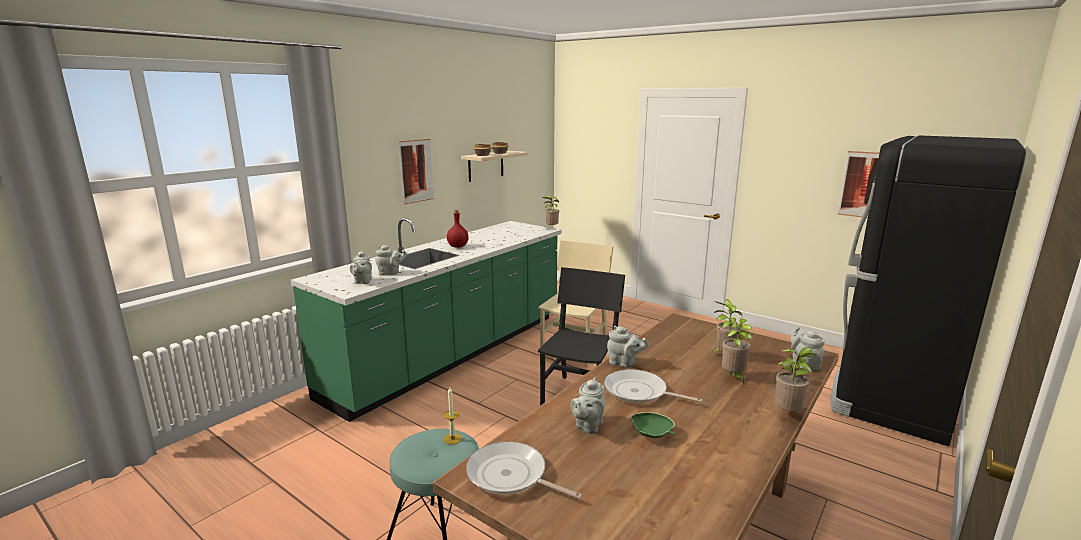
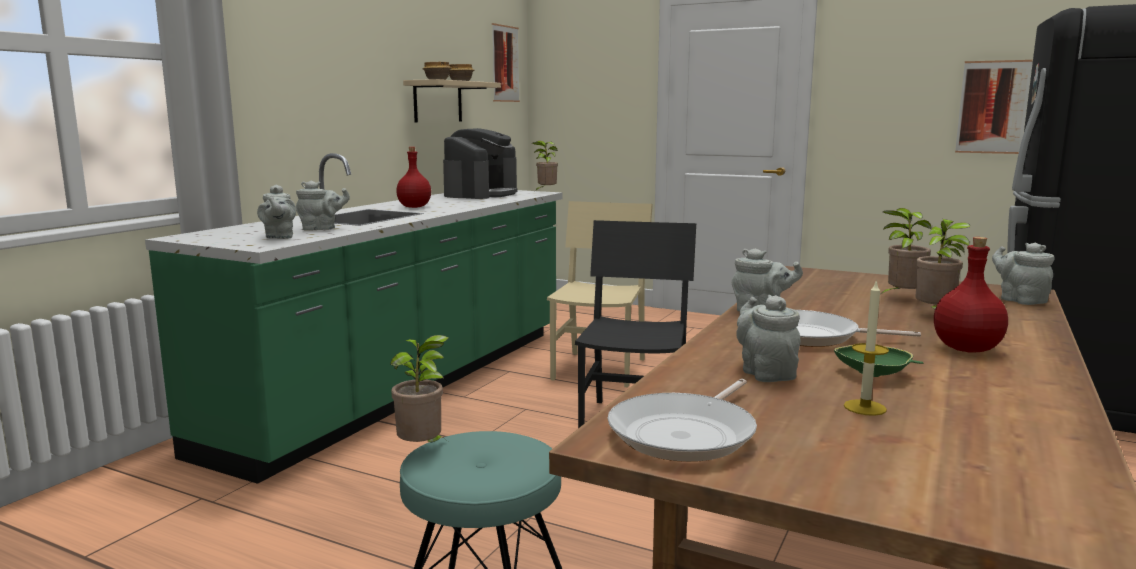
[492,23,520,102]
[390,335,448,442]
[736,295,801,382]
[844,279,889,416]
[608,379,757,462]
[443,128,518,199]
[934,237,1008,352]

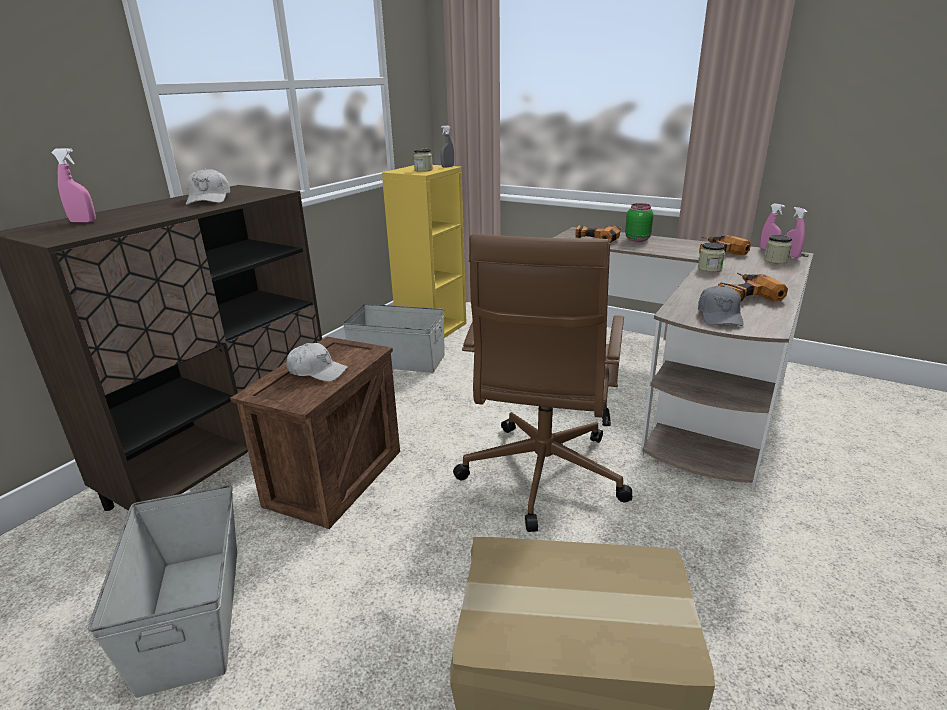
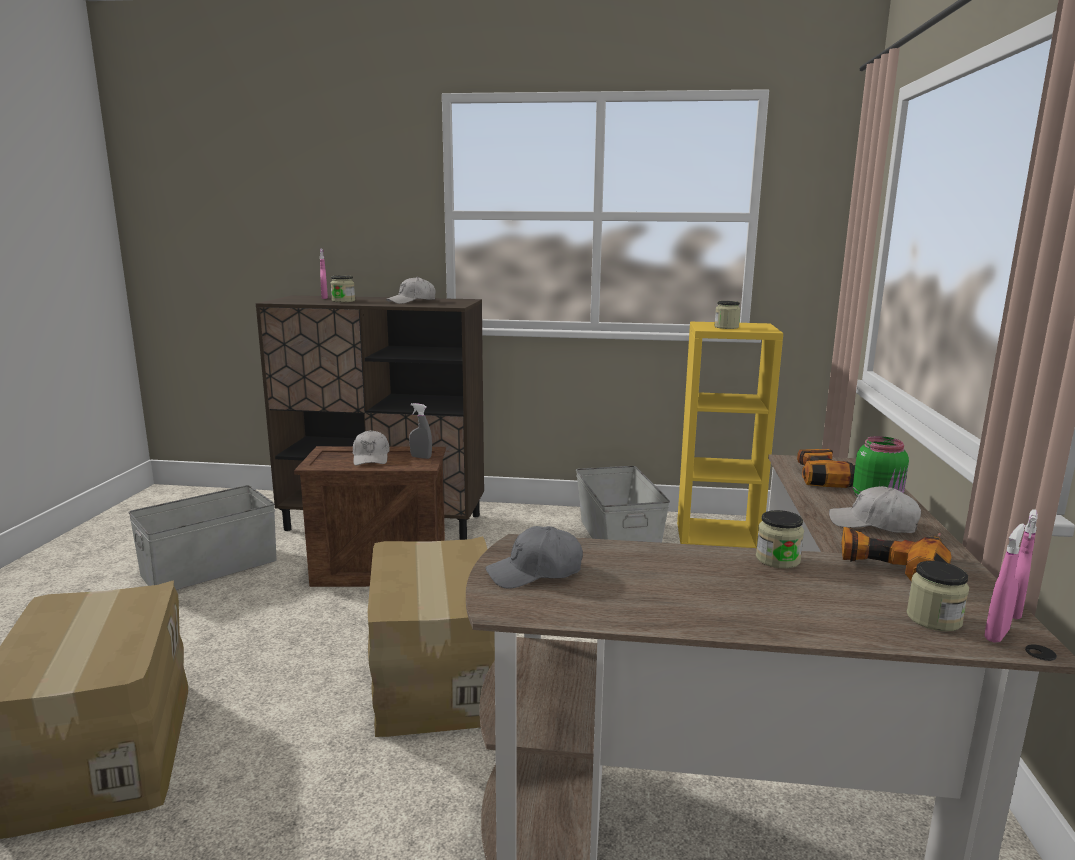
[409,403,432,459]
[368,536,495,737]
[718,273,788,302] (first image)
[330,275,355,302]
[829,486,921,533]

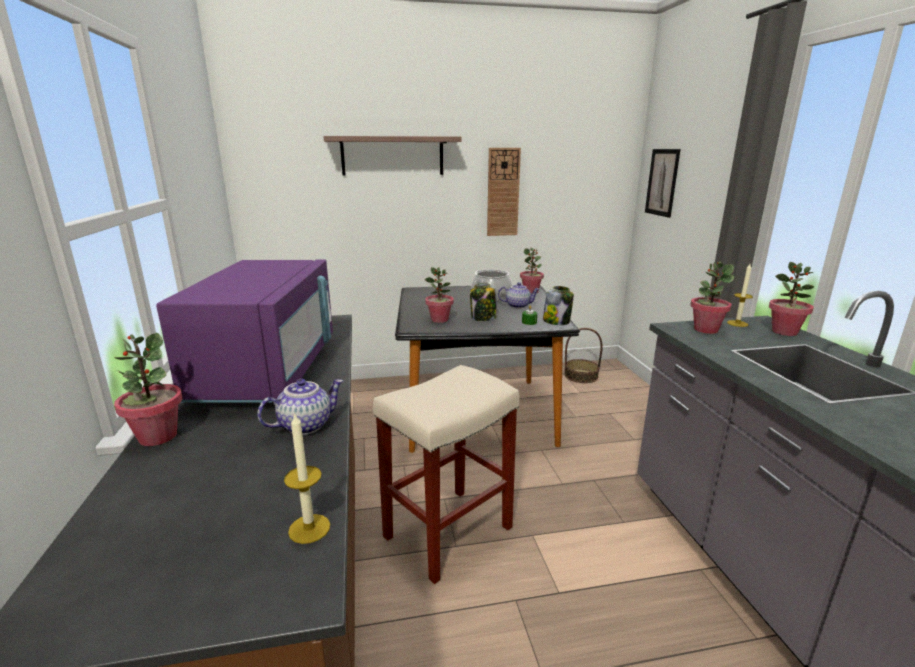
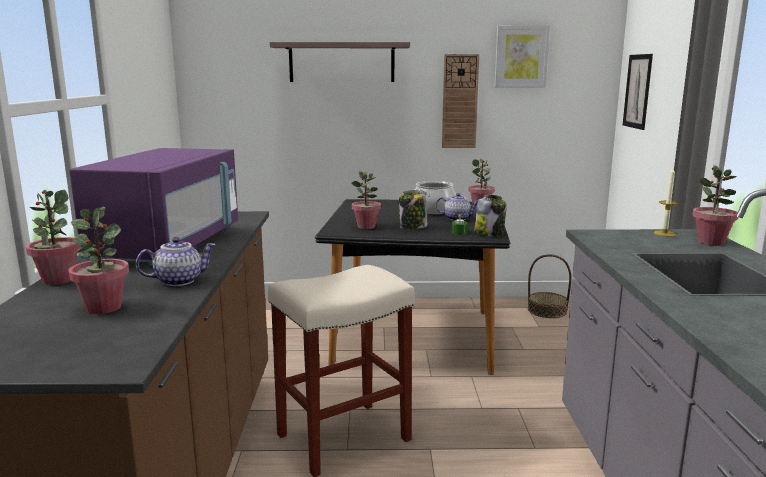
[69,207,129,314]
[284,412,330,544] (first image)
[494,26,550,87]

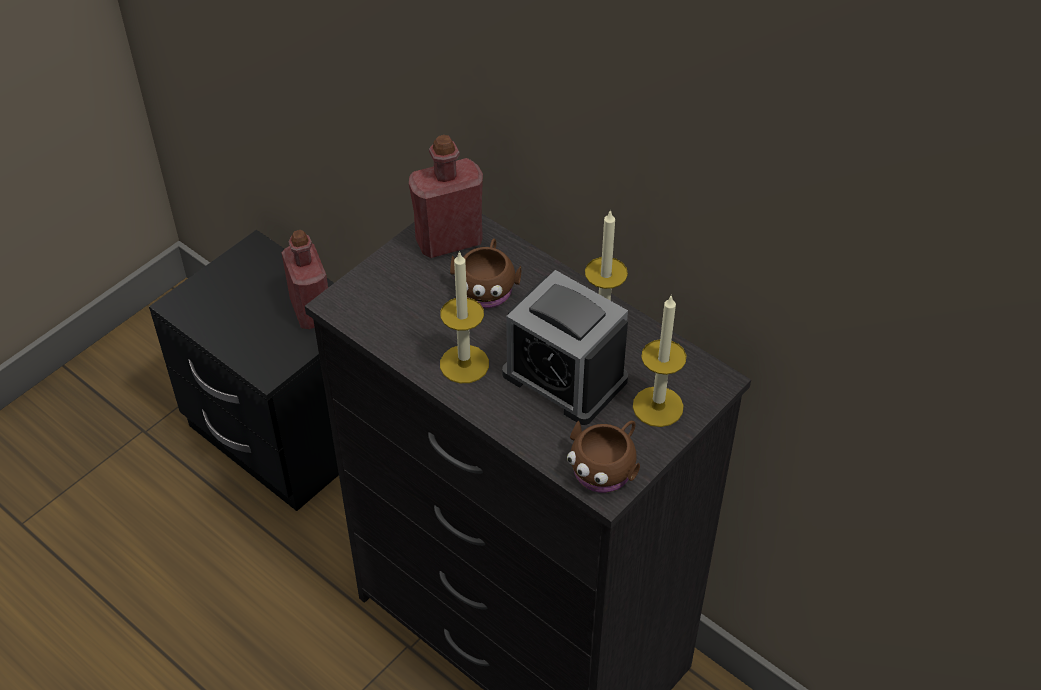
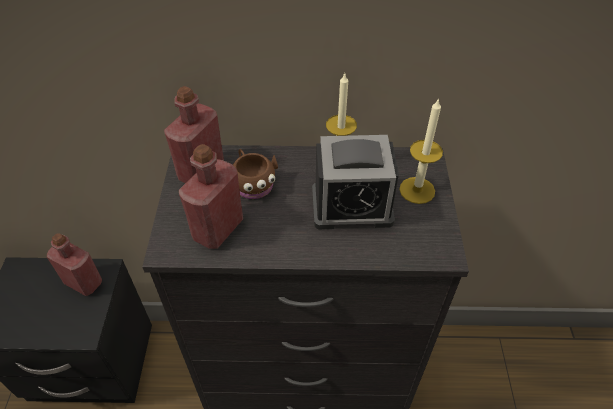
[440,251,489,383] (first image)
[567,420,640,493] (first image)
[179,144,243,249]

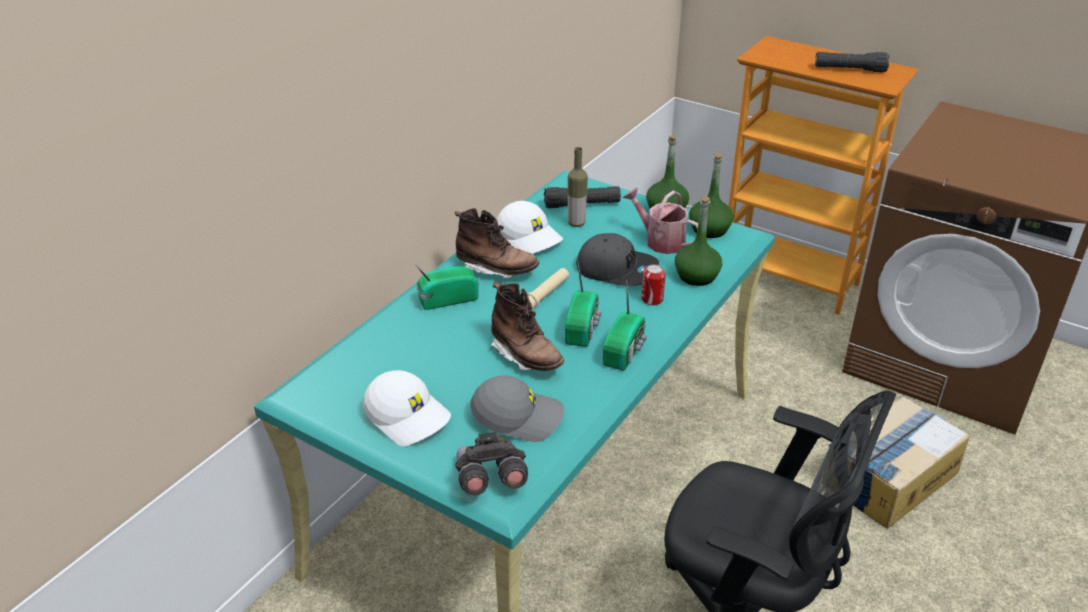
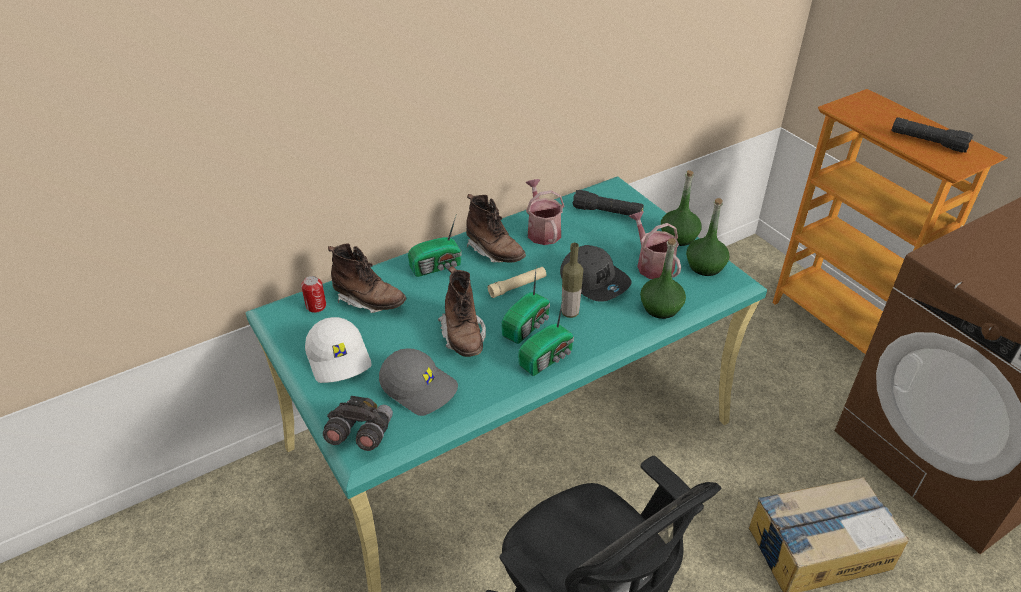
[561,243,583,318]
[525,179,564,245]
[408,214,462,277]
[301,276,326,313]
[328,243,406,313]

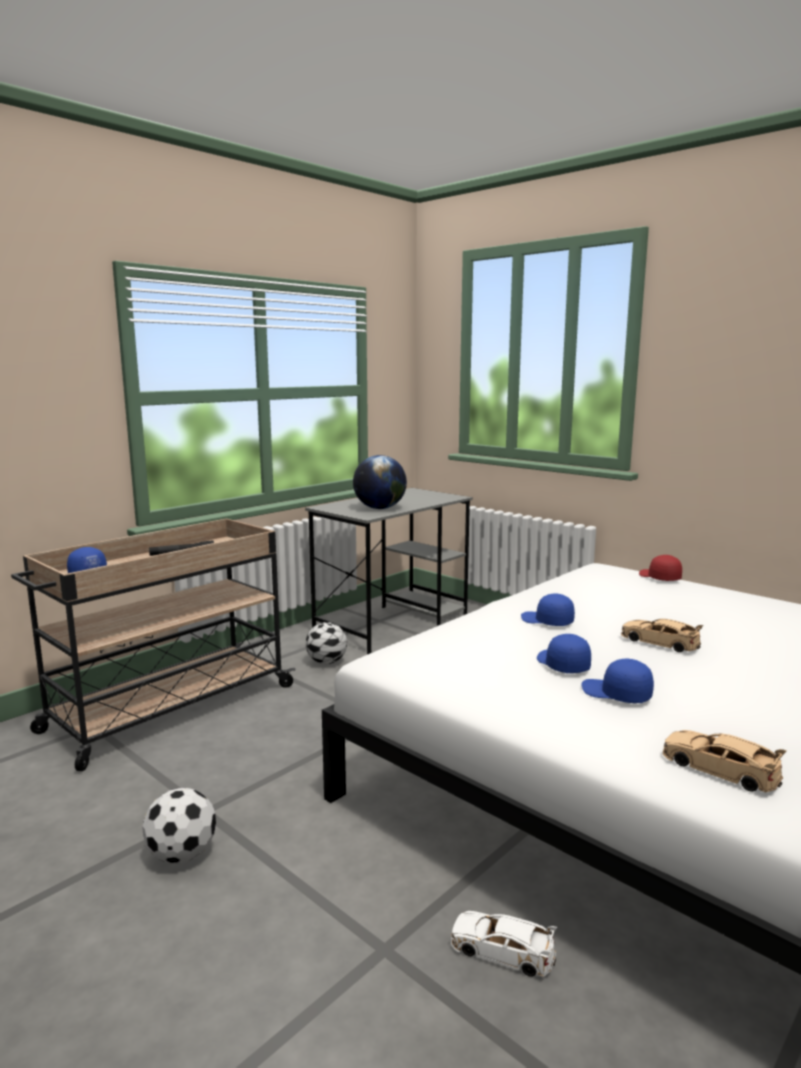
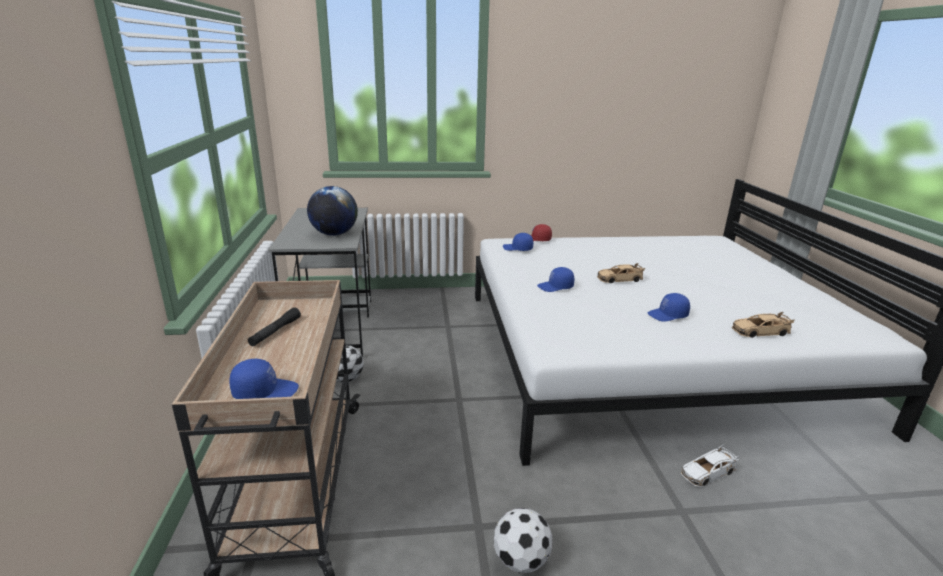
[503,233,533,251]

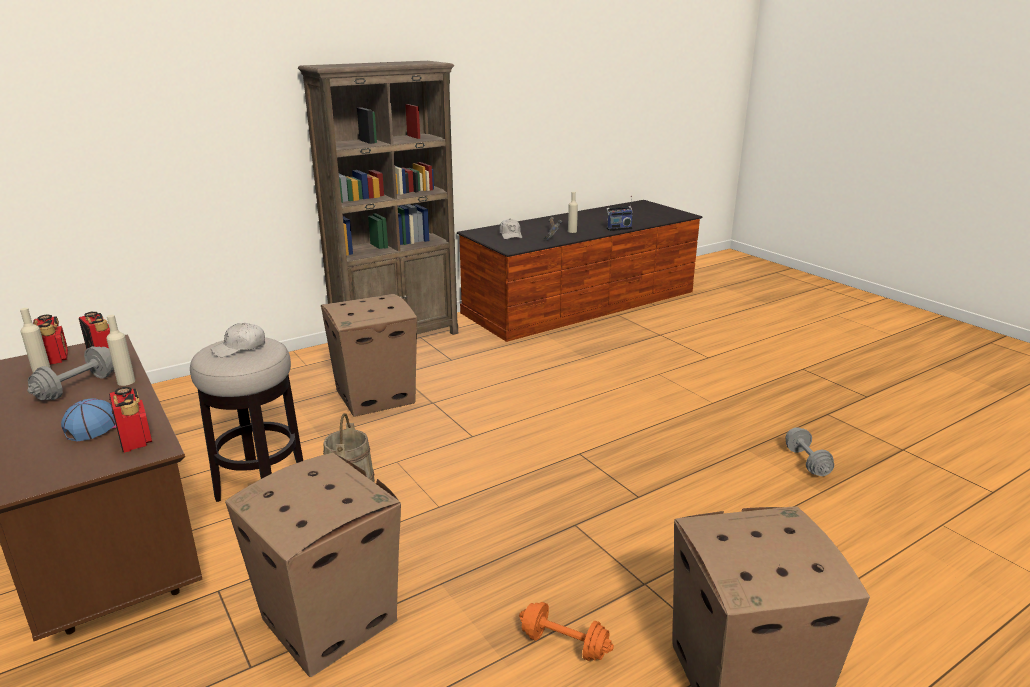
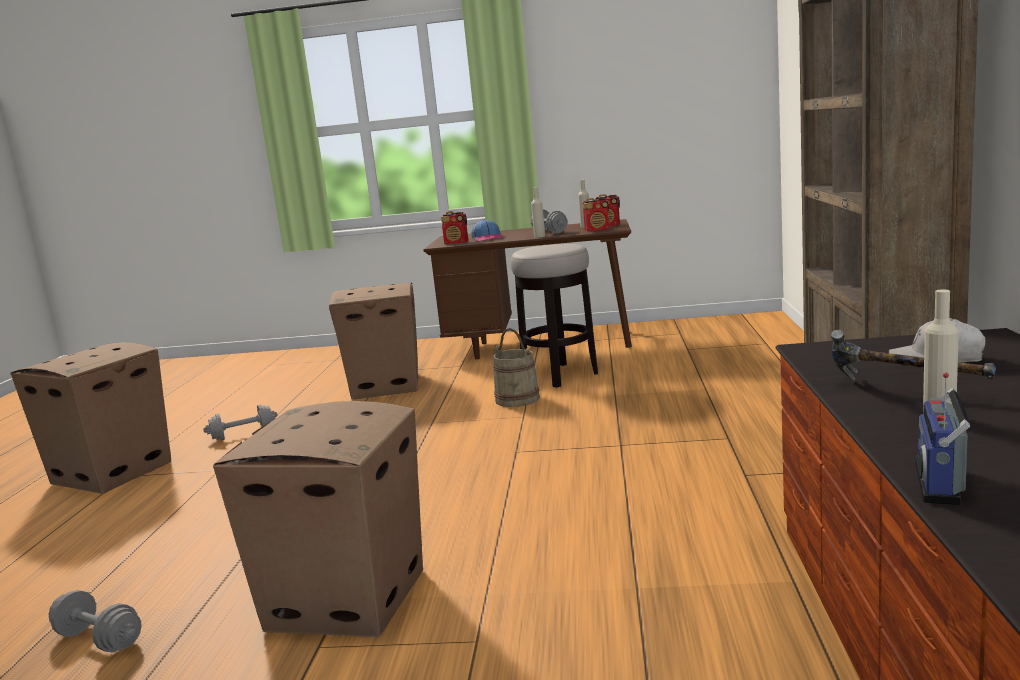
[213,401,423,637]
[211,323,265,357] (first image)
[203,404,277,441]

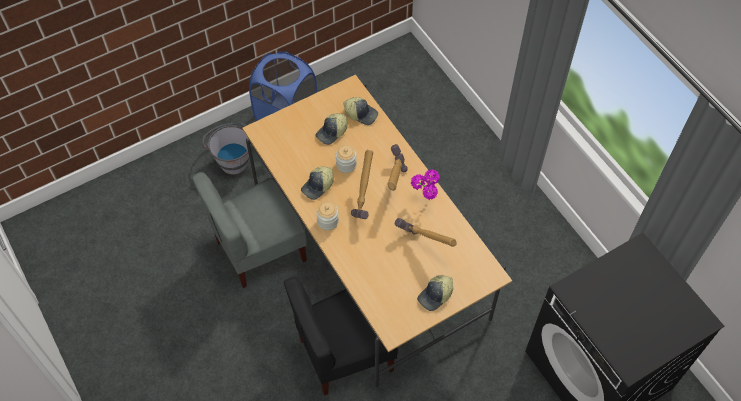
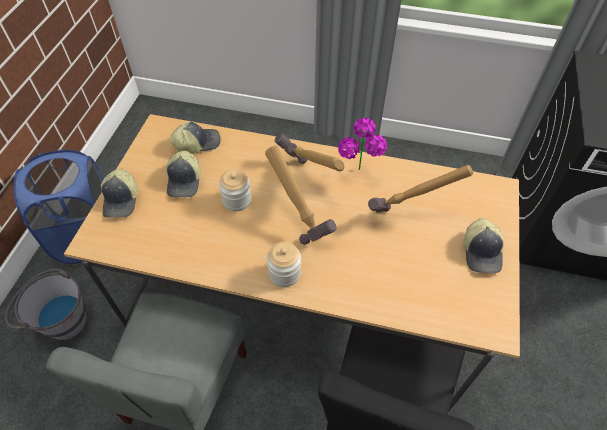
[101,169,138,217]

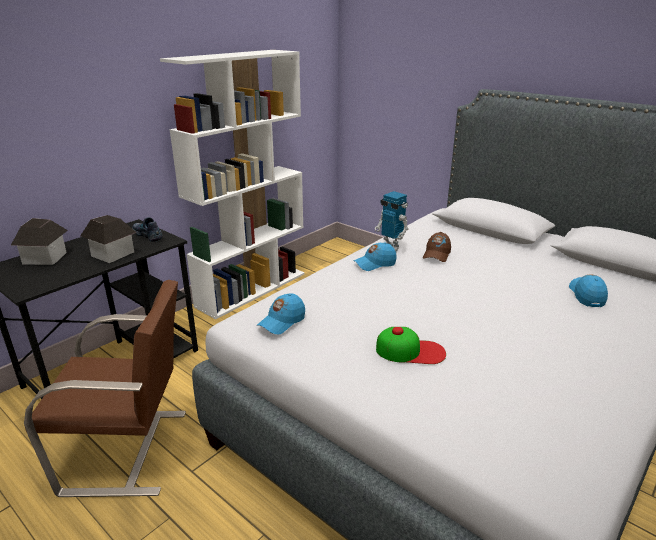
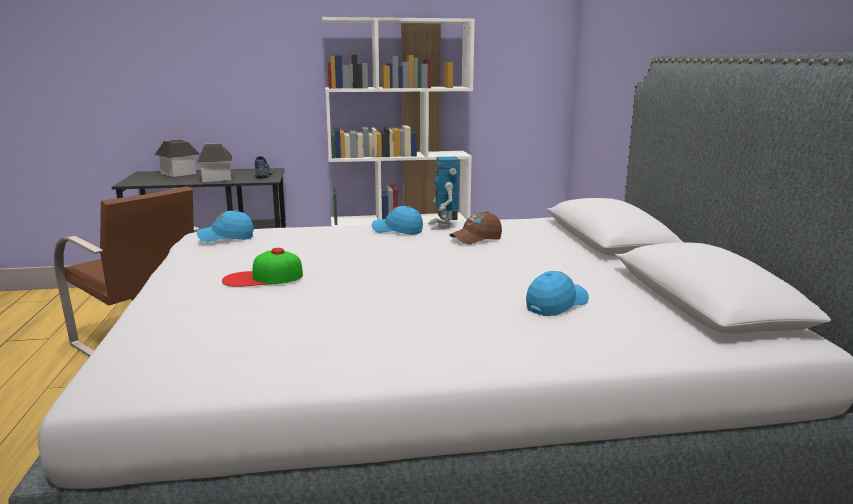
[222,248,303,287]

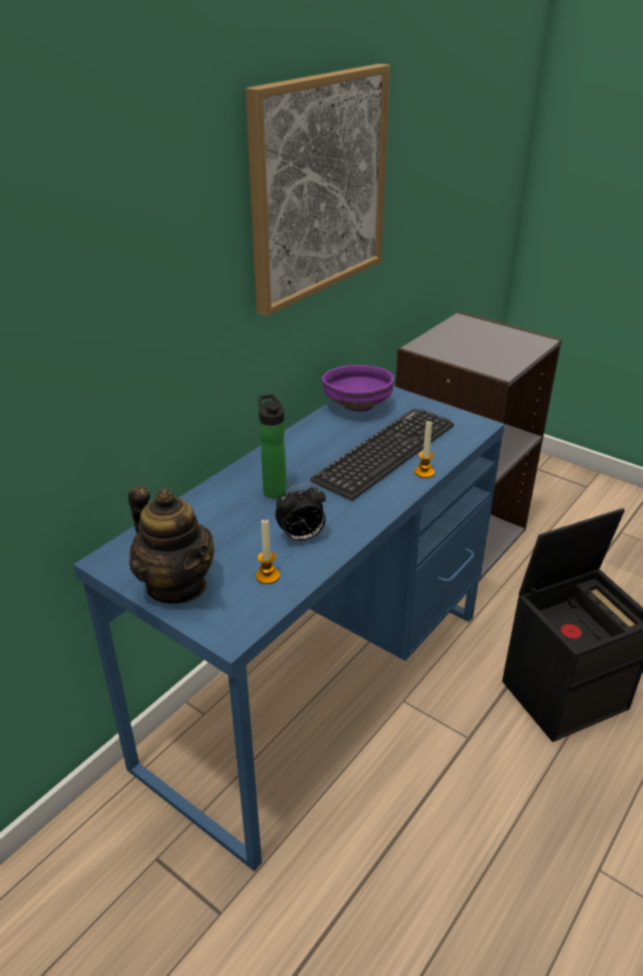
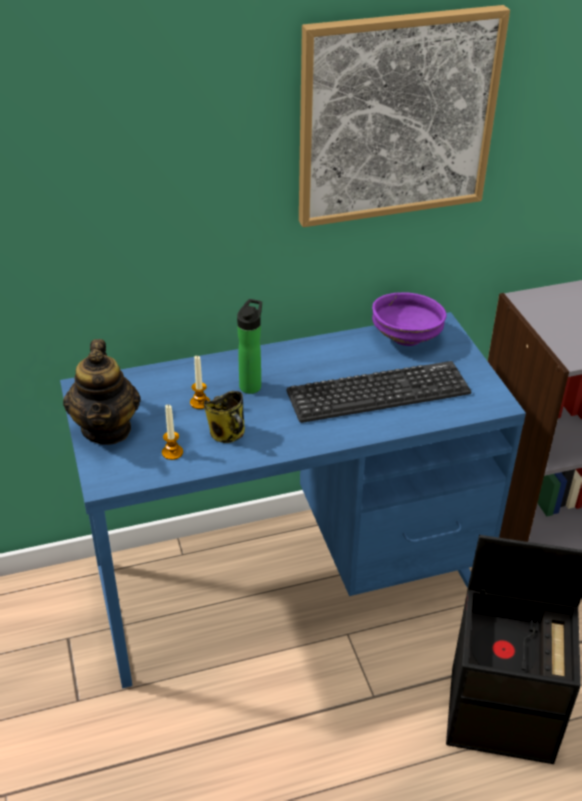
[190,356,210,409]
[204,391,245,443]

